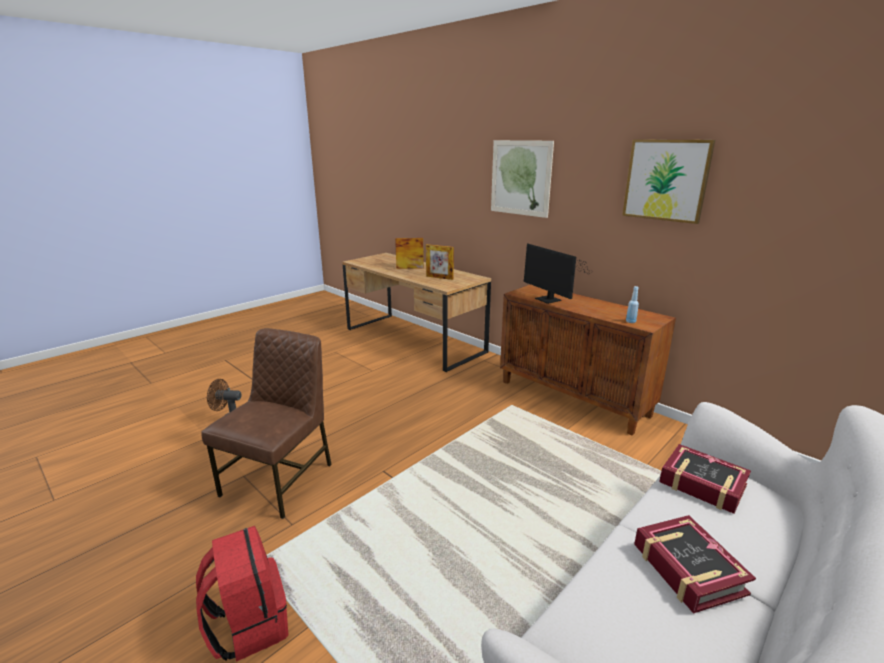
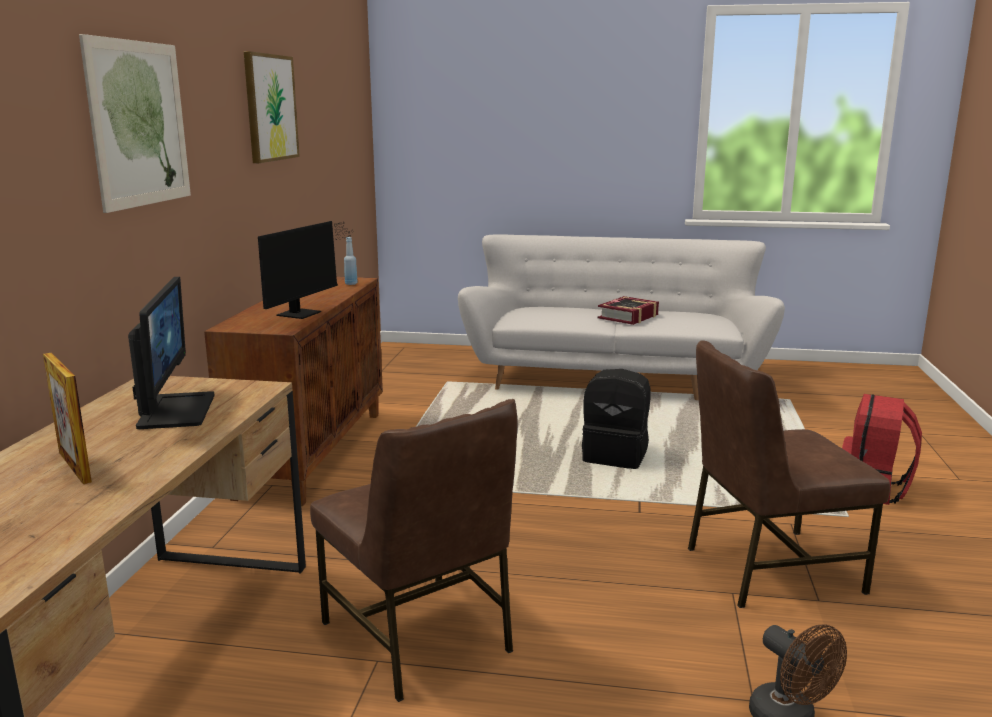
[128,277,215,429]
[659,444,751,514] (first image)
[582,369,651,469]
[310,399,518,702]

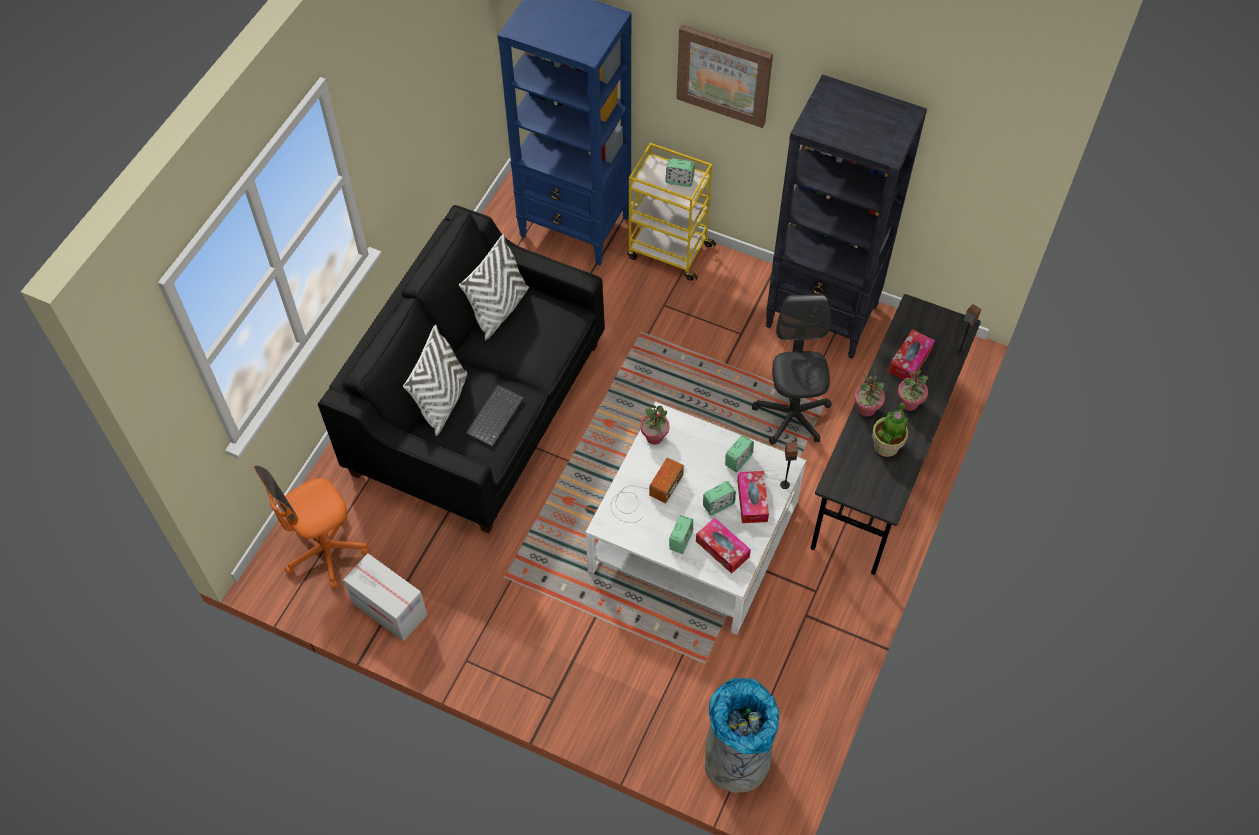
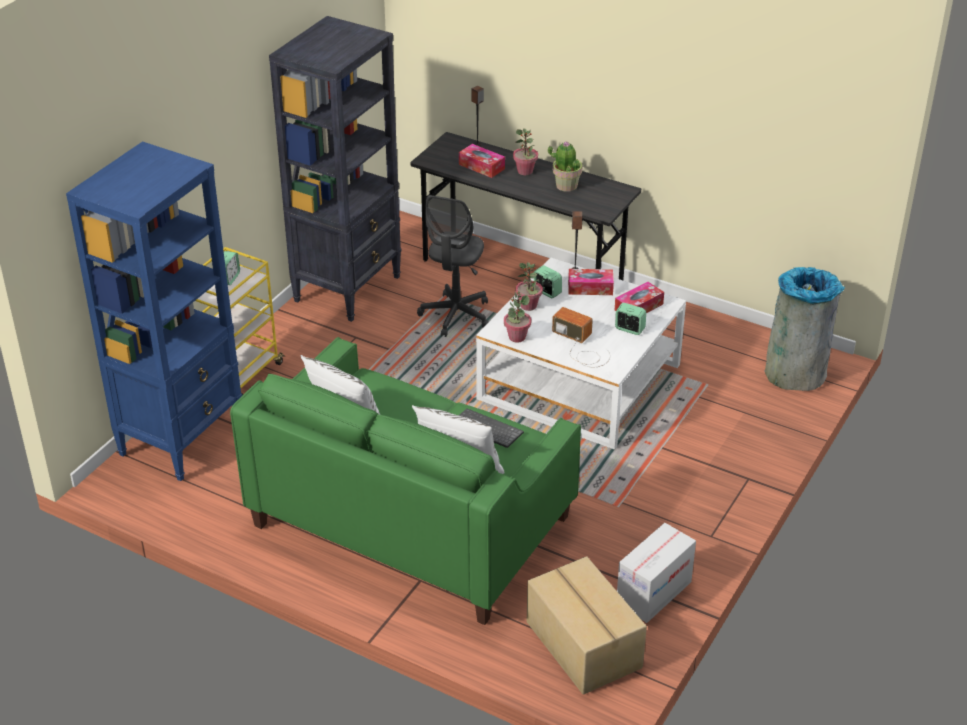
[676,25,773,128] (first image)
[230,337,581,625]
[417,195,488,337]
[515,262,543,311]
[527,556,647,695]
[703,481,736,515] (first image)

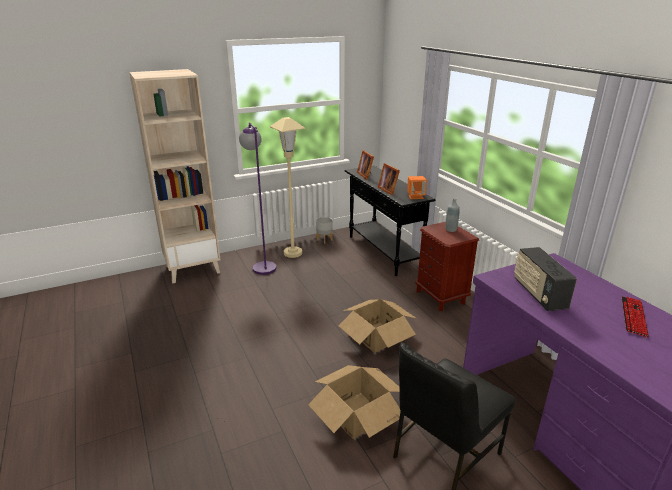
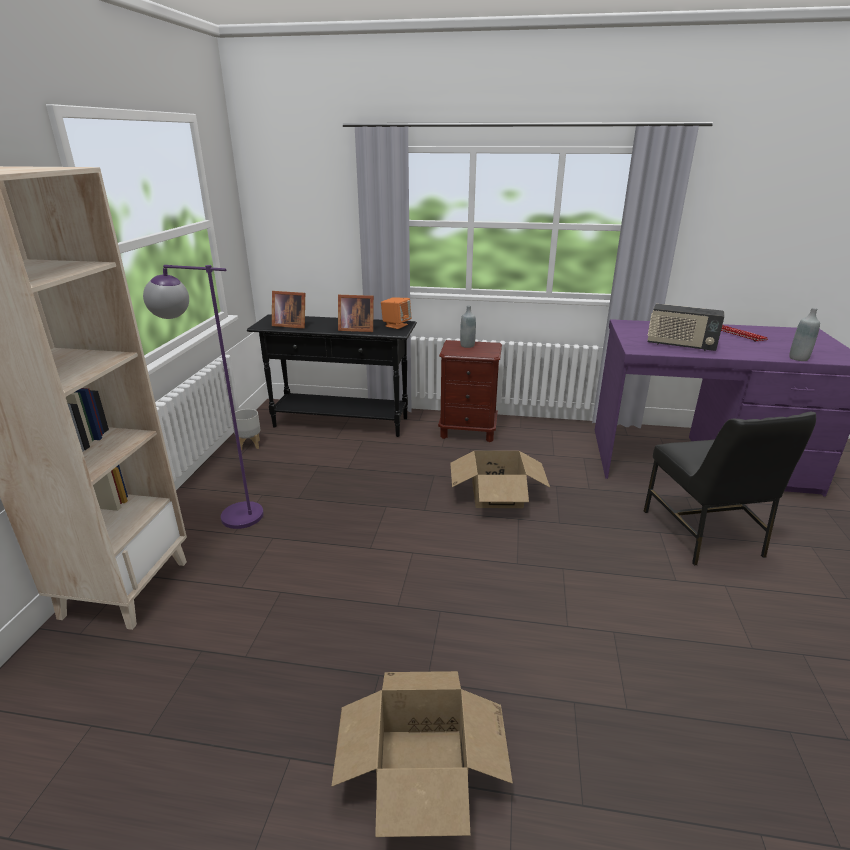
[270,117,305,258] (first image)
[331,671,513,837]
[789,308,820,361]

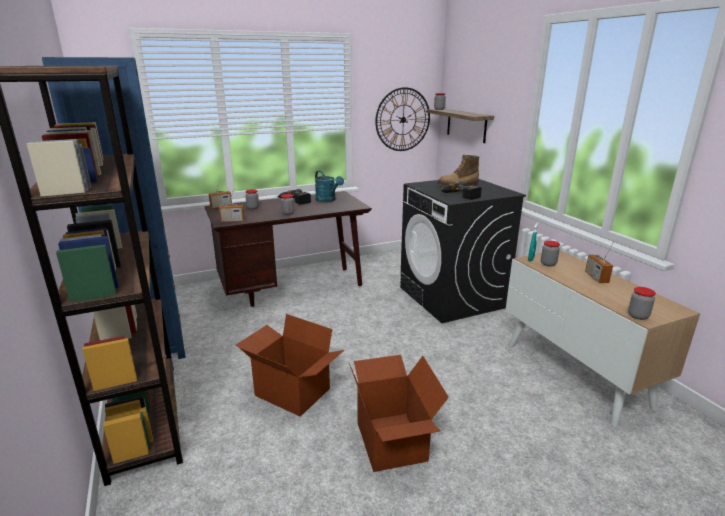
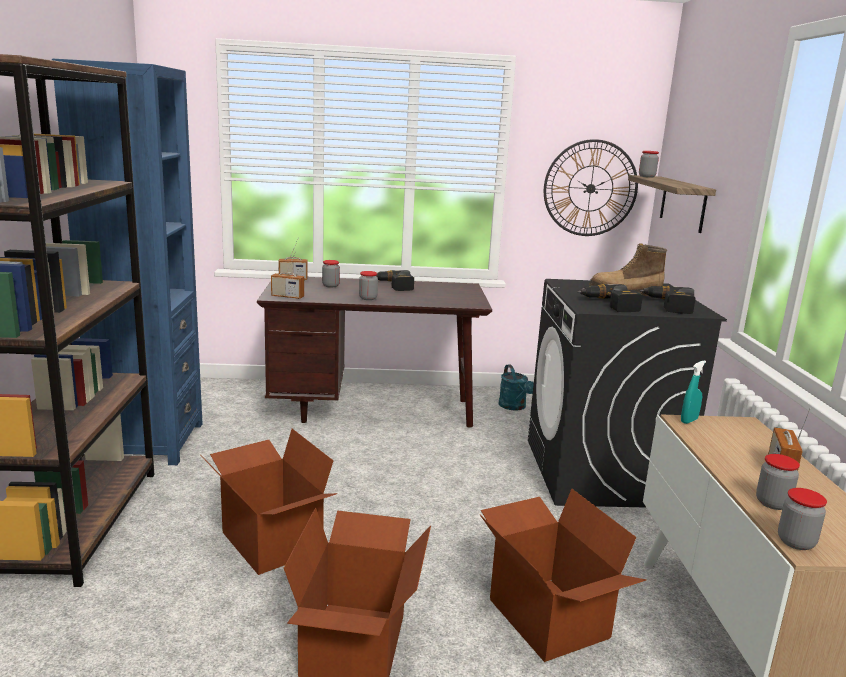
[499,365,534,411]
[756,454,800,510]
[639,286,696,314]
[480,489,647,662]

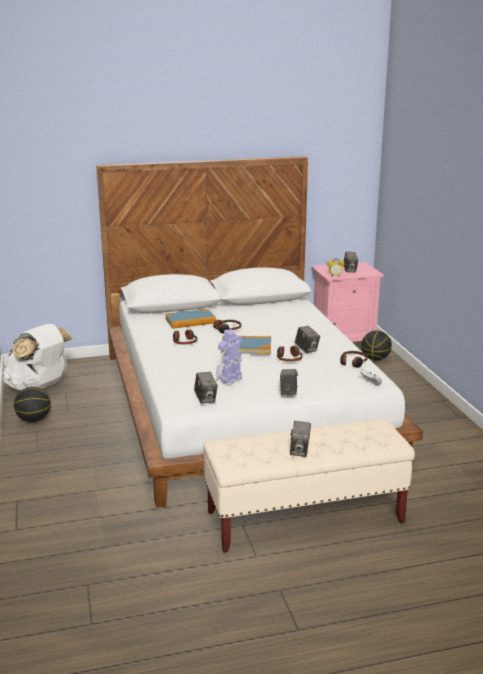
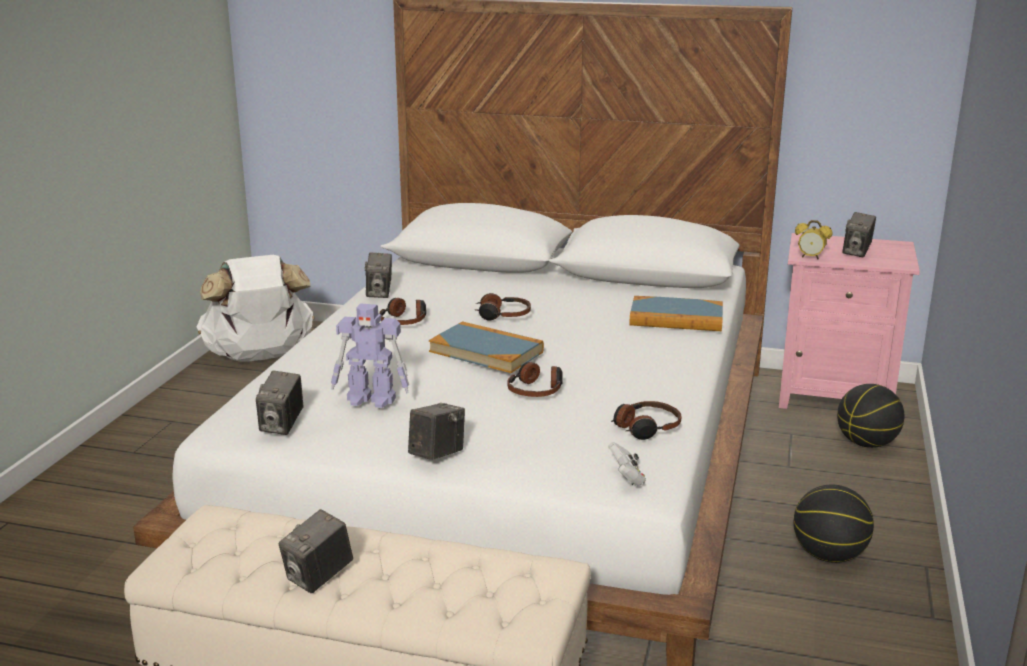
[629,296,723,331]
[364,252,392,298]
[331,303,409,408]
[793,484,874,563]

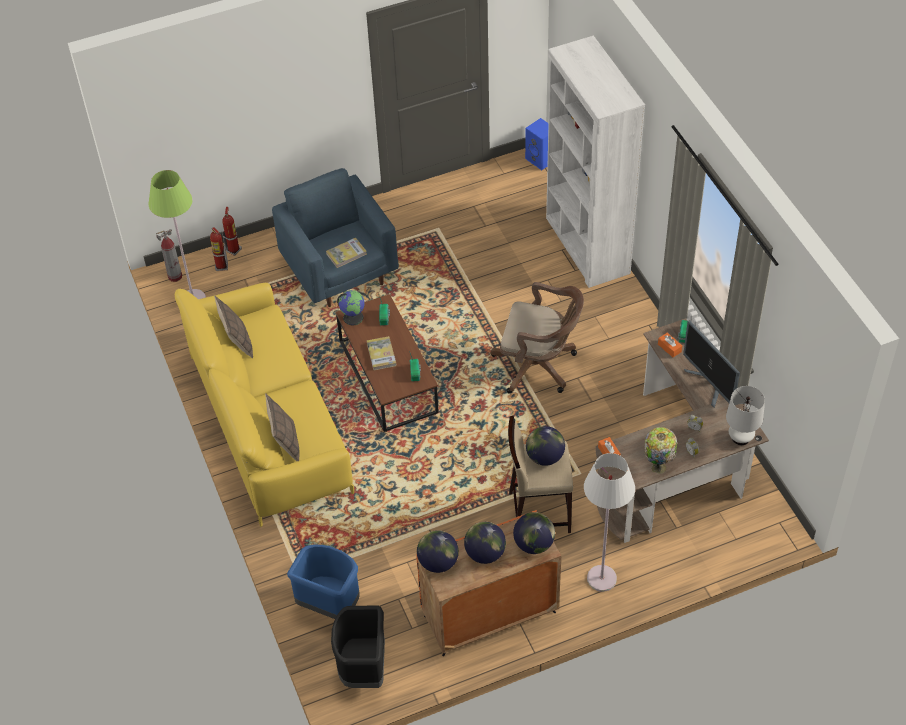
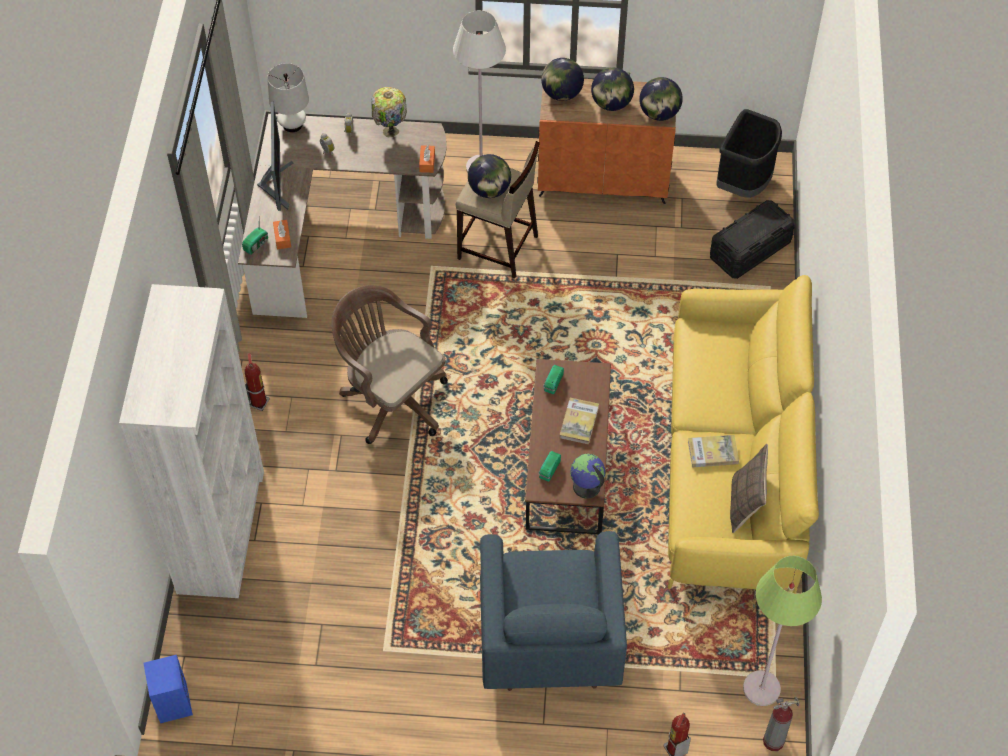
[245,353,269,411]
[688,435,739,467]
[265,394,300,461] (first image)
[710,200,795,279]

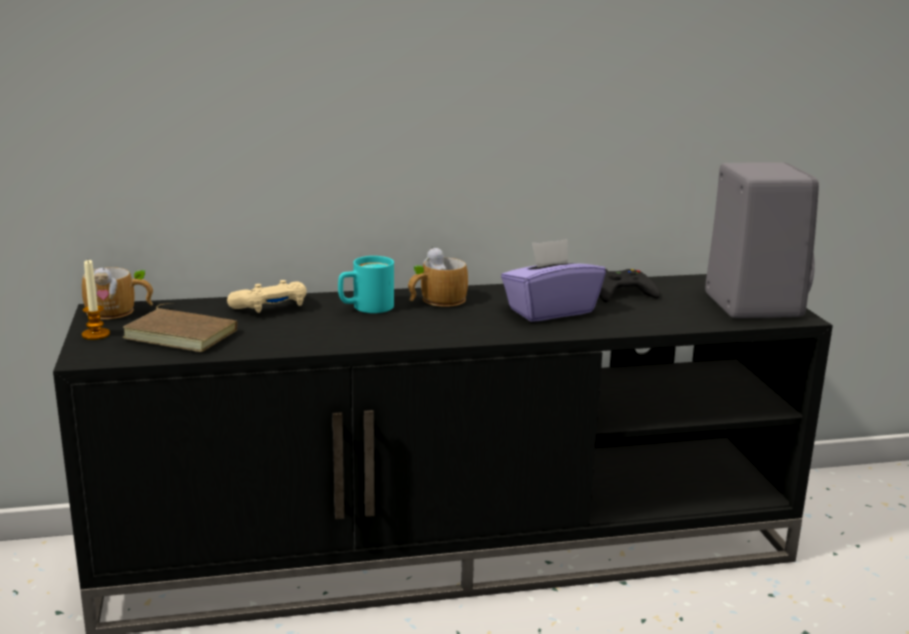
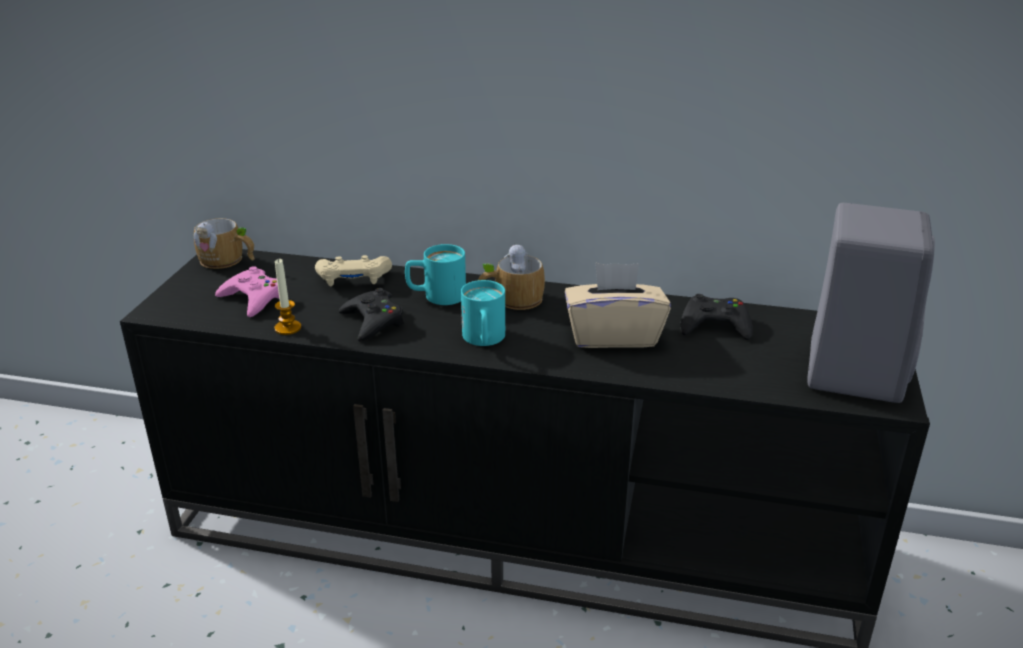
[565,263,671,348]
[274,258,301,335]
[215,266,279,317]
[461,280,505,346]
[339,288,404,341]

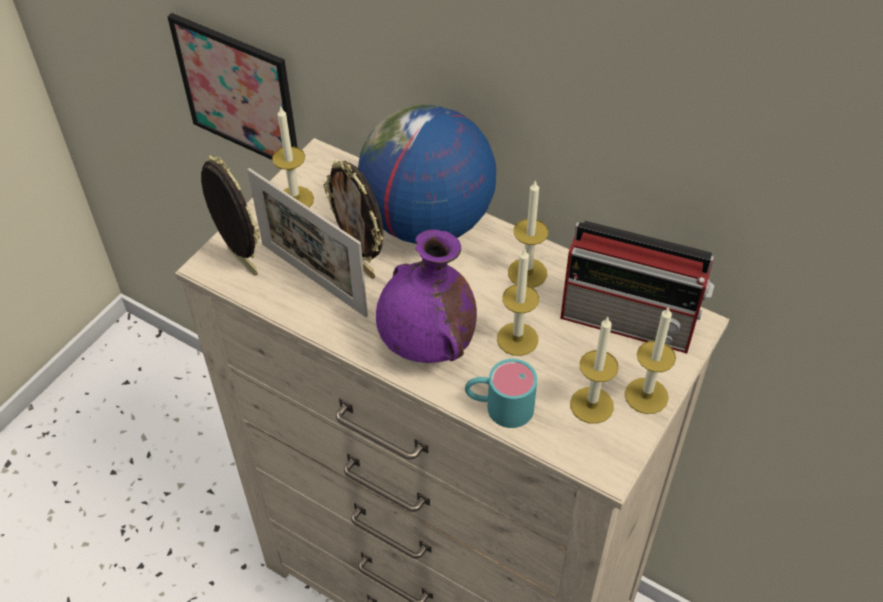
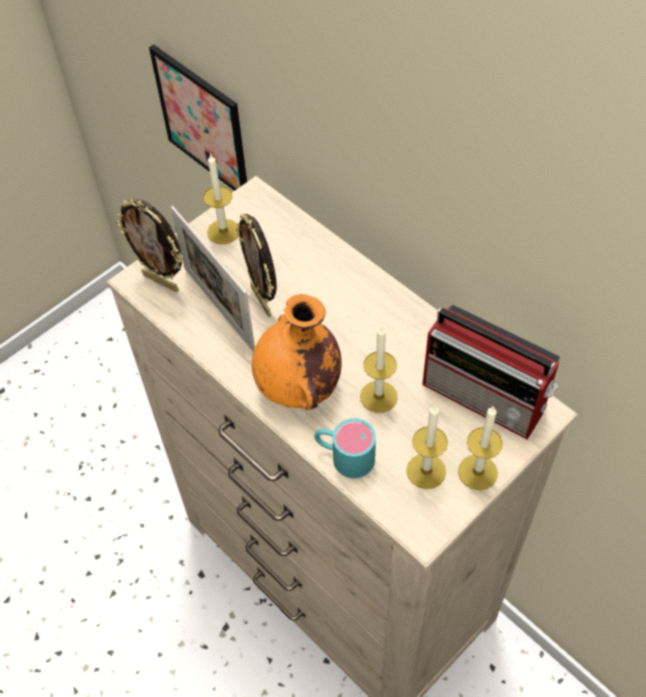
[358,104,496,244] (first image)
[116,198,183,292]
[508,181,548,288] (first image)
[252,294,342,410]

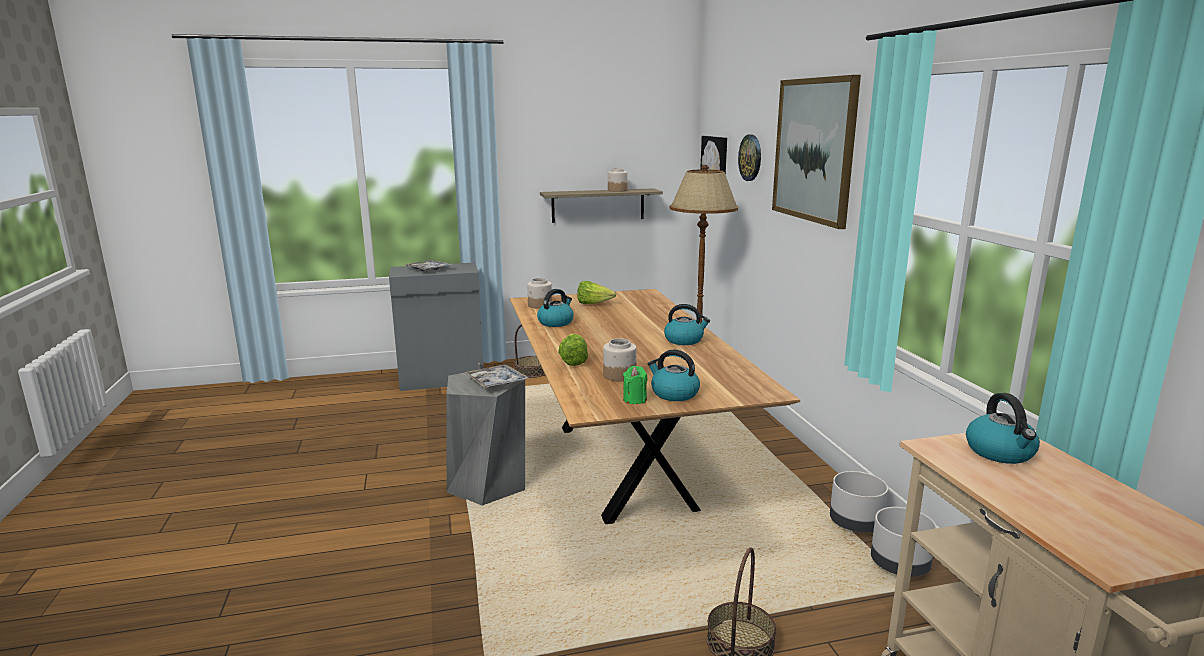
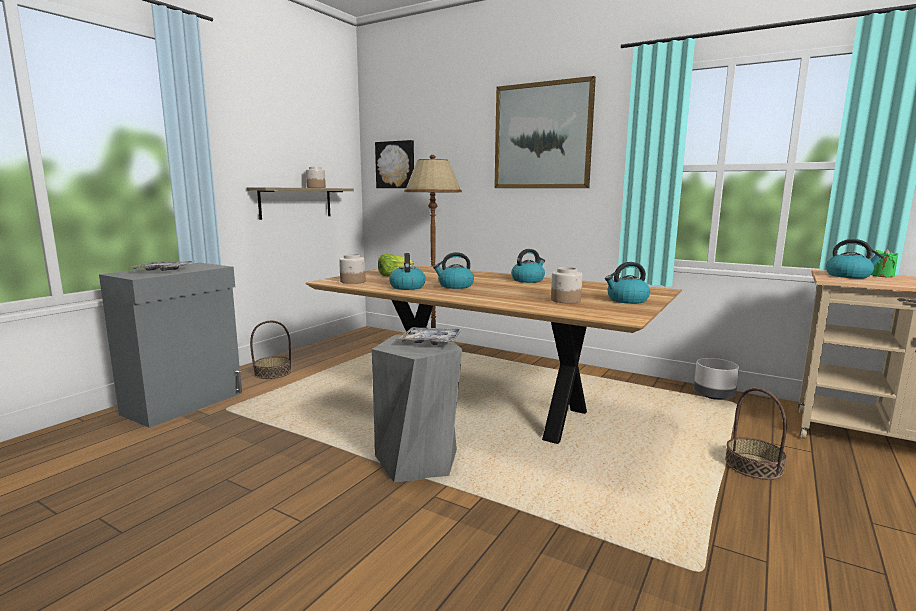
[738,135,761,181] (first image)
[558,333,588,366] (first image)
[871,249,898,278]
[830,471,888,533] (first image)
[433,252,474,289]

